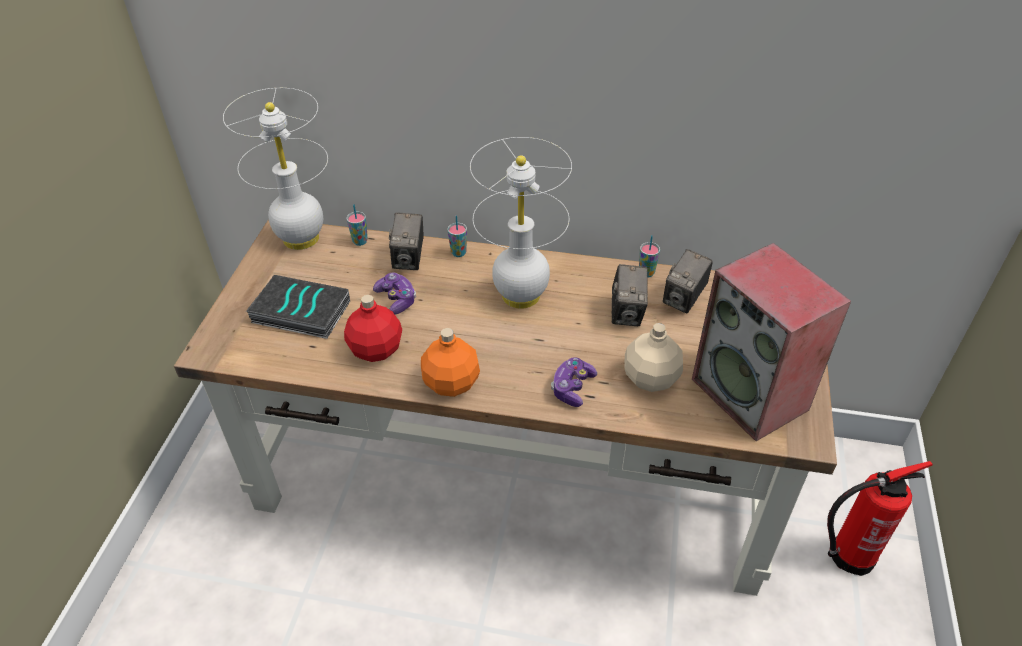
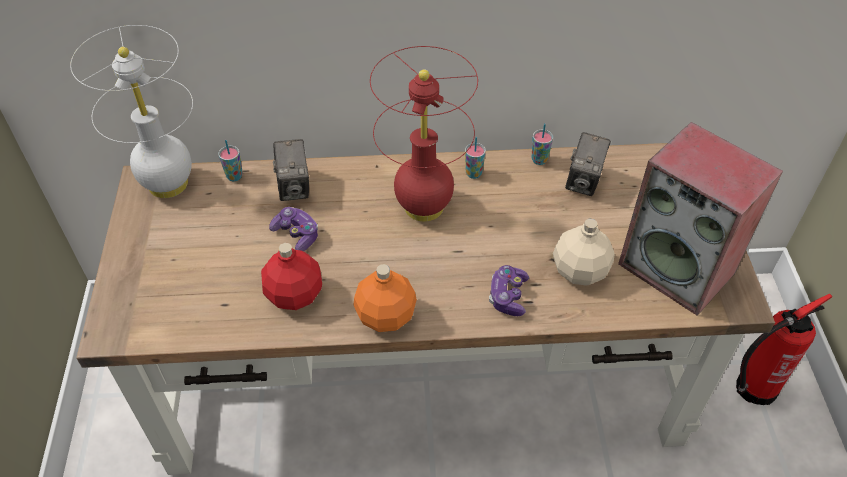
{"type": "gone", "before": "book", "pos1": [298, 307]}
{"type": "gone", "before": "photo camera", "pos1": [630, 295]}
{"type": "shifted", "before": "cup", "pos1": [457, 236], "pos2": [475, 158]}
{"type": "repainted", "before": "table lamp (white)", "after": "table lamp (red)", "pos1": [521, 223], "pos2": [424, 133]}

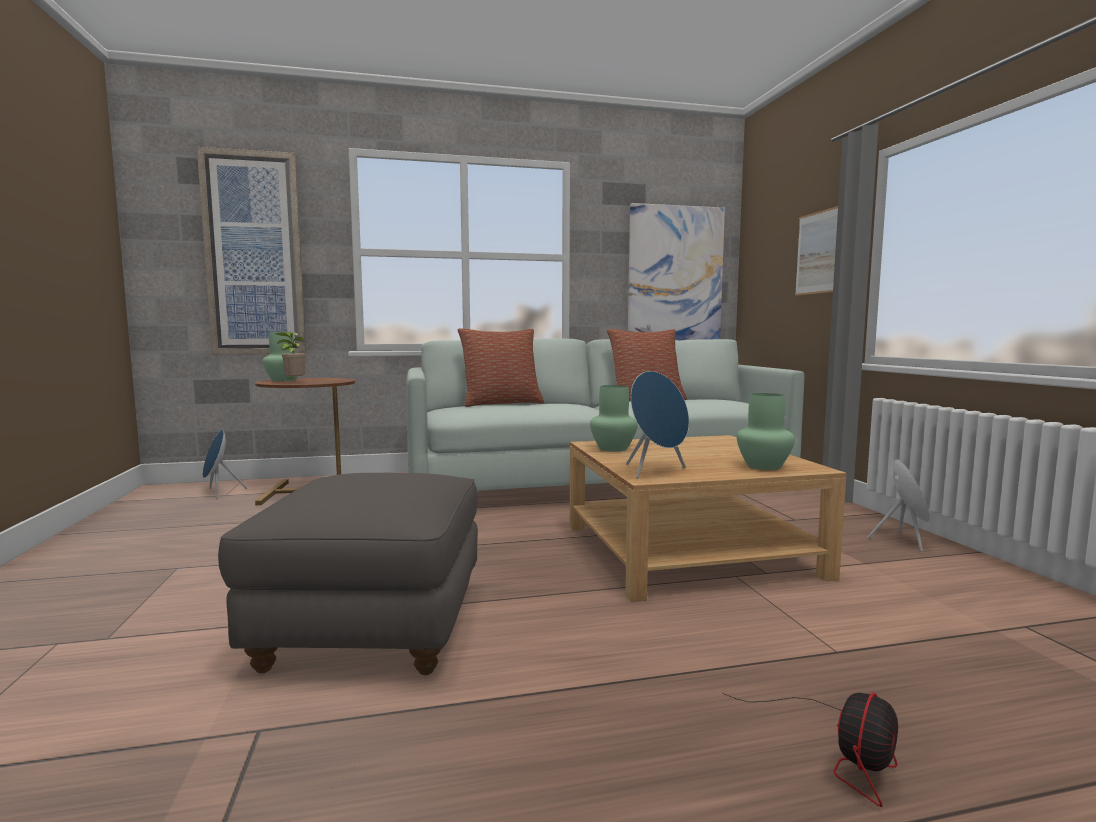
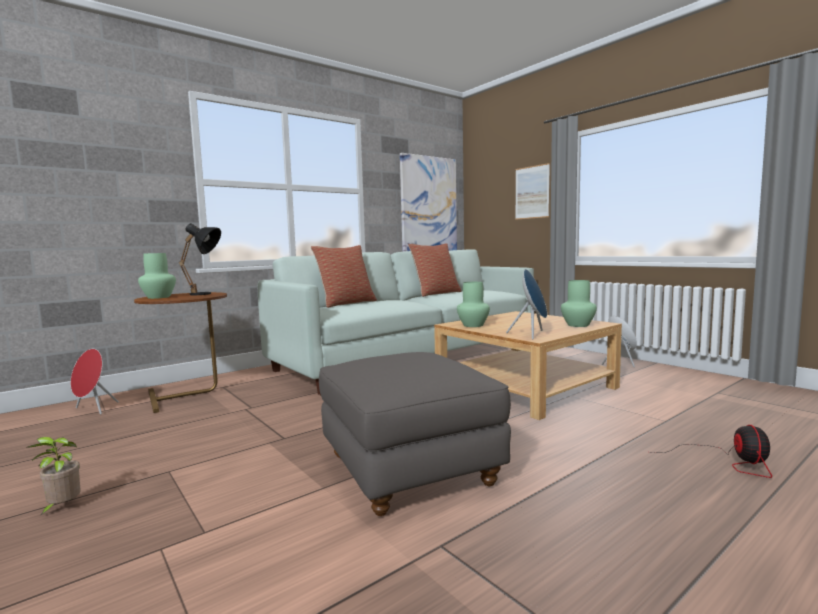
{"type": "gone", "before": "picture", "pos1": [251, 250]}
{"type": "new", "after": "table lamp (black)", "pos2": [200, 259]}
{"type": "shifted", "before": "potted plant", "pos1": [290, 357], "pos2": [53, 477]}
{"type": "repainted", "before": "speaker (blue)", "after": "speaker (red)", "pos1": [224, 464], "pos2": [95, 382]}

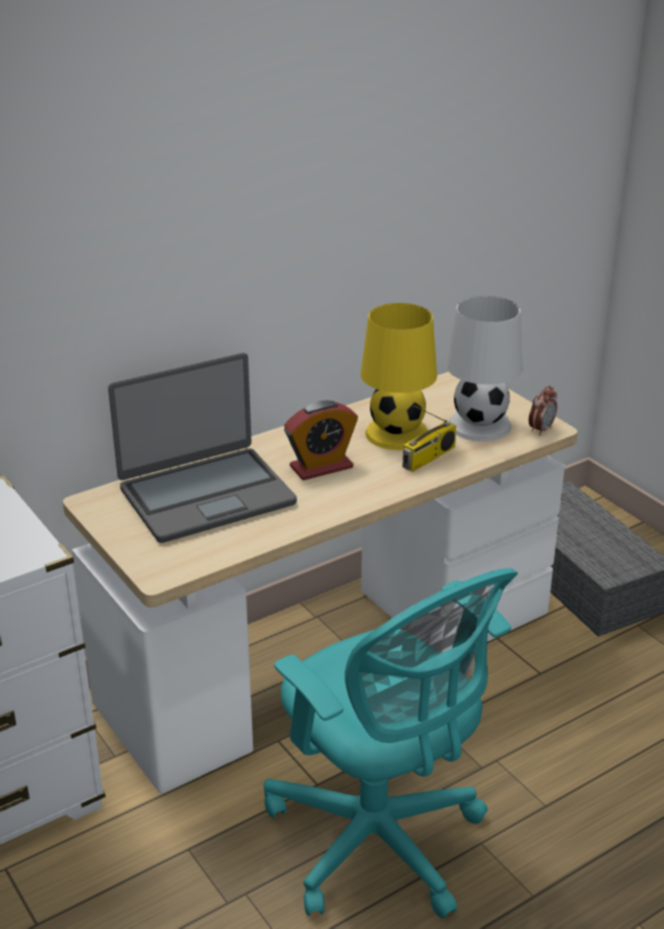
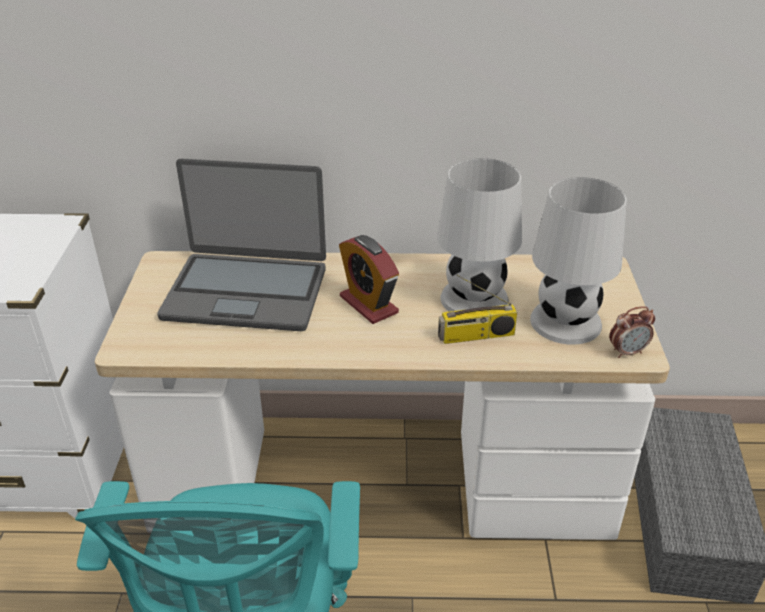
{"type": "repainted", "before": "table lamp (yellow)", "after": "table lamp (white)", "pos1": [398, 376], "pos2": [479, 234]}
{"type": "rotated", "before": "alarm clock", "pos1": [321, 440], "pos2": [369, 279], "turn": 45}

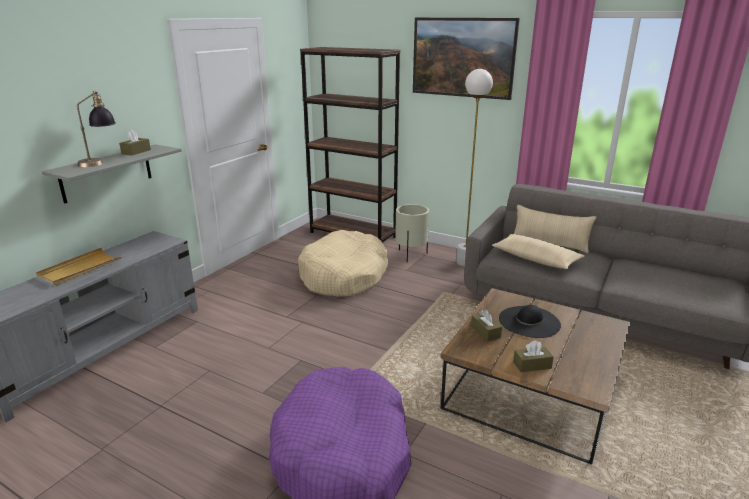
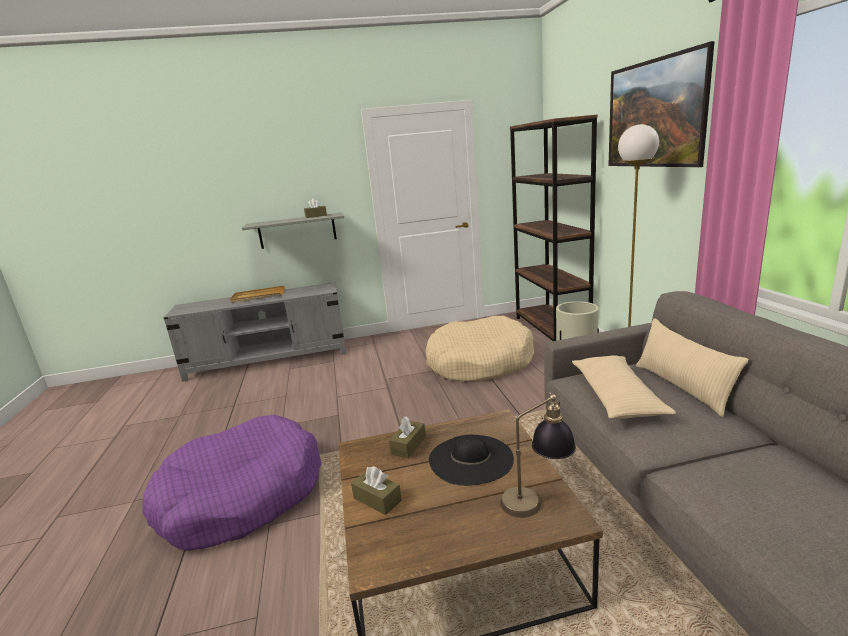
{"type": "shifted", "before": "table lamp", "pos1": [96, 128], "pos2": [538, 455]}

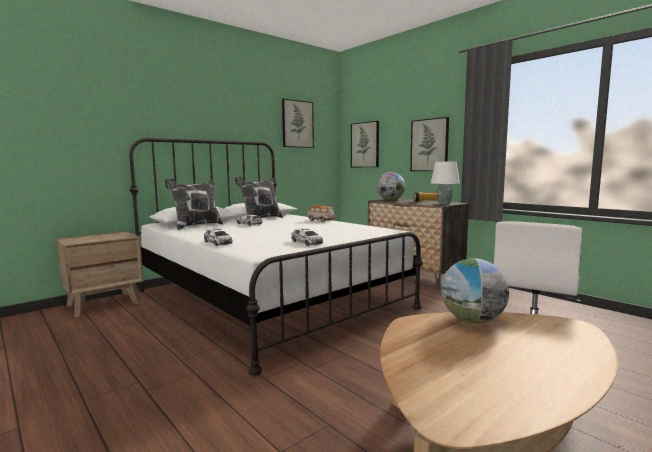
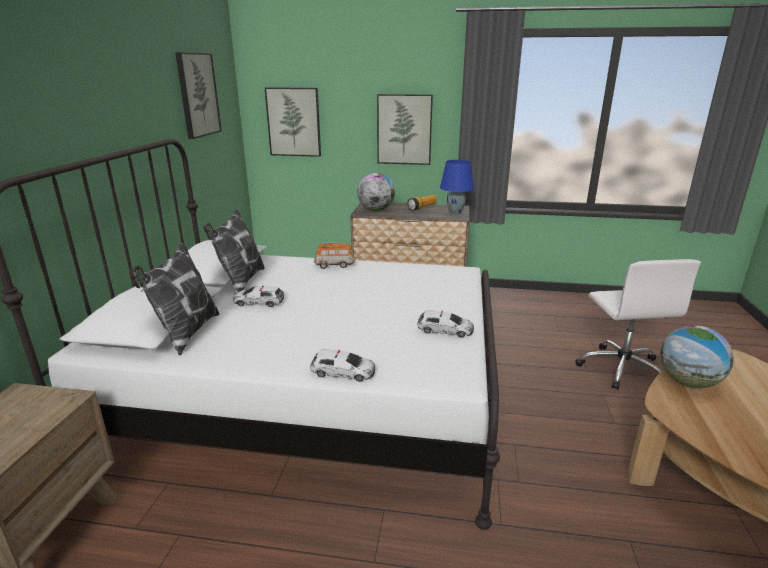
{"type": "repainted", "before": "table lamp (white)", "after": "table lamp (blue)", "pos1": [445, 183], "pos2": [457, 187]}

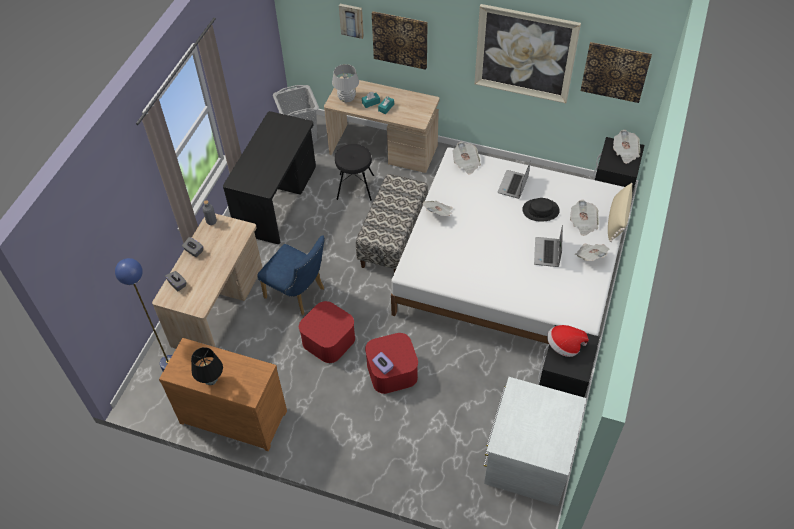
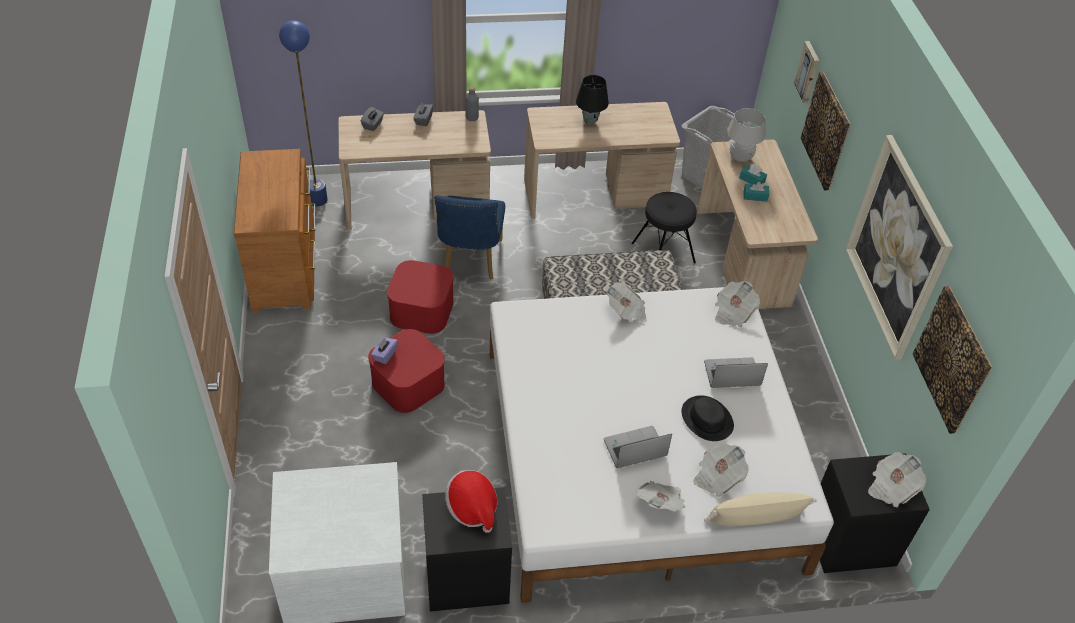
{"type": "shifted", "before": "table lamp (black)", "pos1": [207, 366], "pos2": [592, 100]}
{"type": "repainted", "before": "desk (black)", "after": "desk (beige)", "pos1": [269, 177], "pos2": [602, 160]}

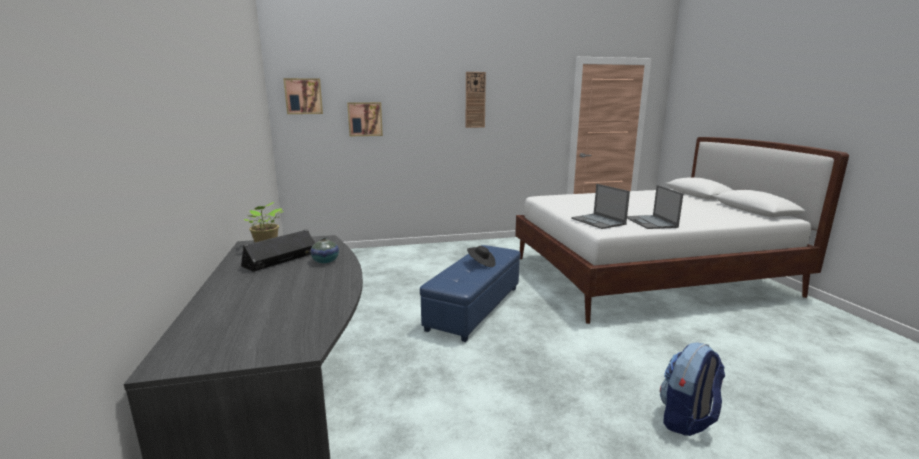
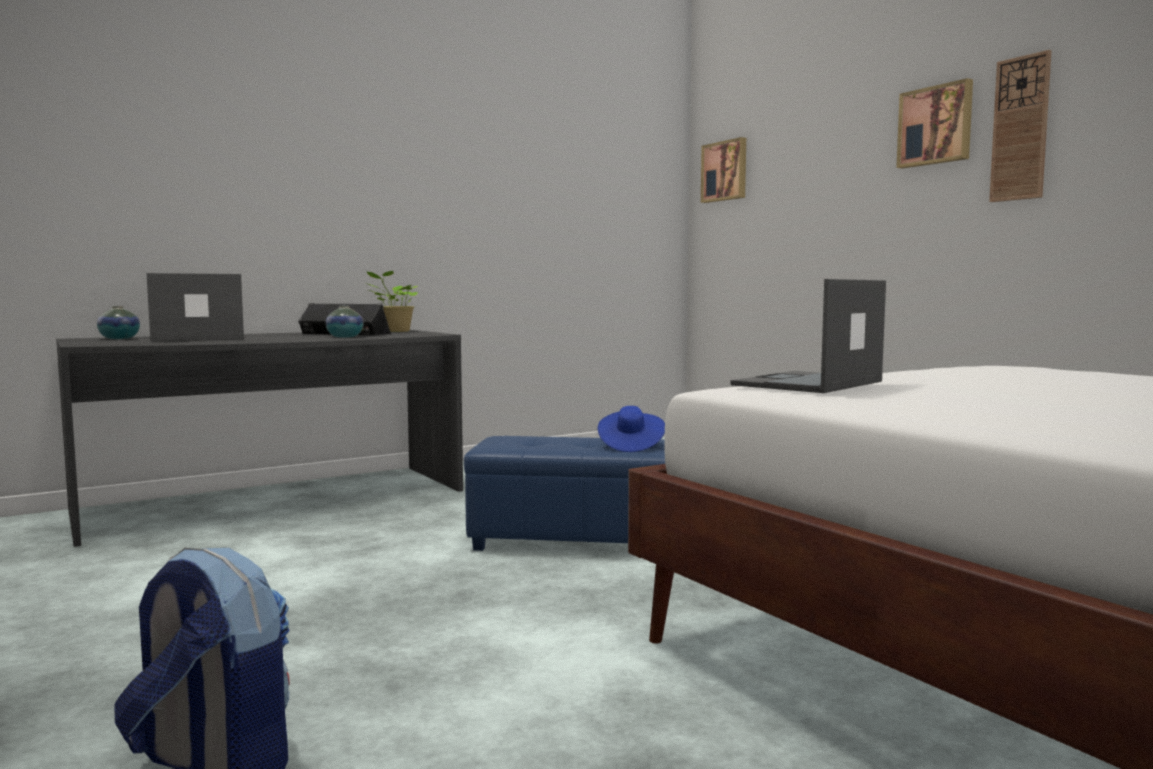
{"type": "new", "after": "vase", "pos2": [118, 322]}
{"type": "shifted", "before": "picture", "pos1": [365, 119], "pos2": [934, 123]}
{"type": "shifted", "before": "laptop", "pos1": [655, 207], "pos2": [195, 307]}
{"type": "repainted", "before": "hat (black)", "after": "hat (blue)", "pos1": [481, 256], "pos2": [631, 429]}

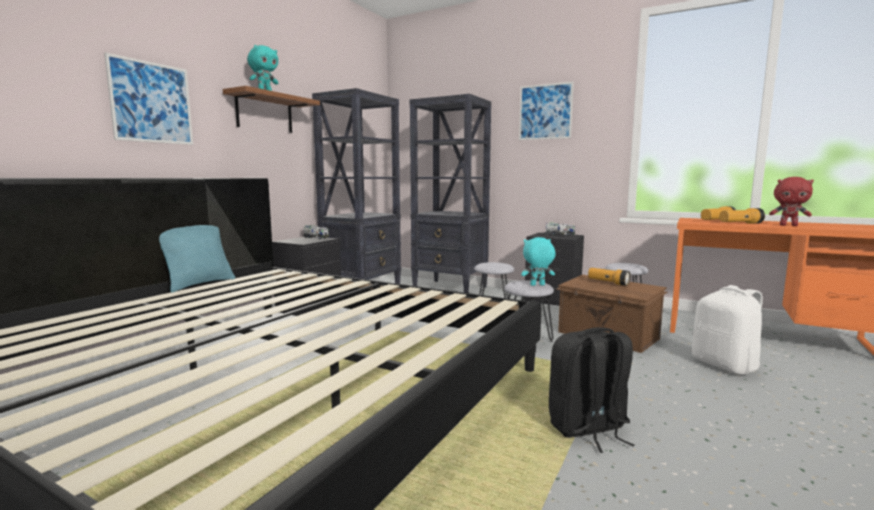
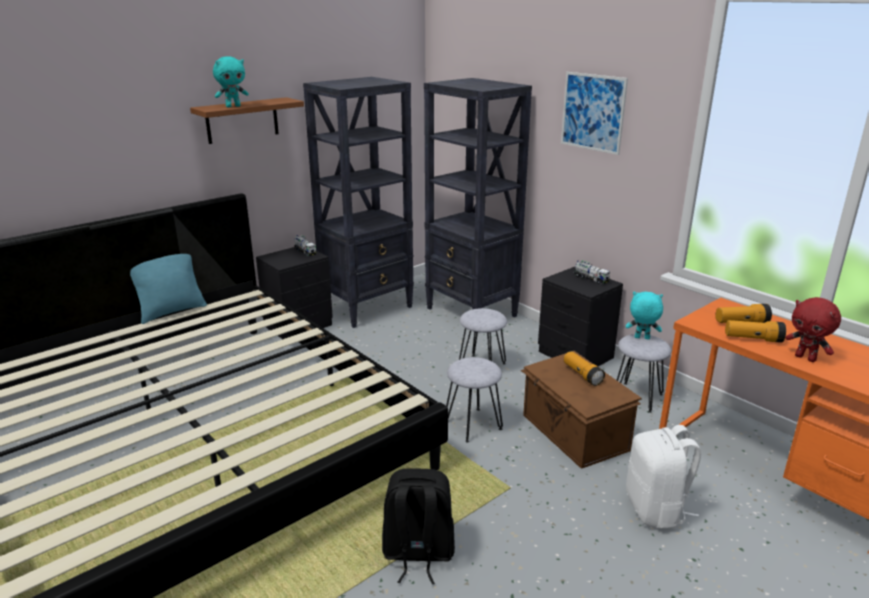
{"type": "gone", "before": "picture", "pos1": [148, 99]}
{"type": "shifted", "before": "plush toy (turquoise)", "pos1": [538, 261], "pos2": [644, 316]}

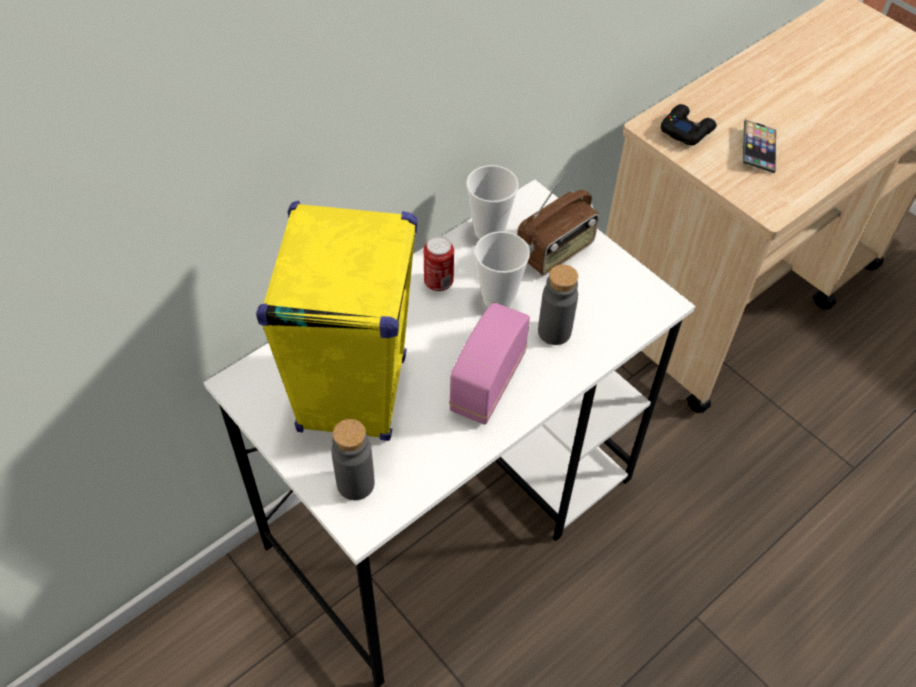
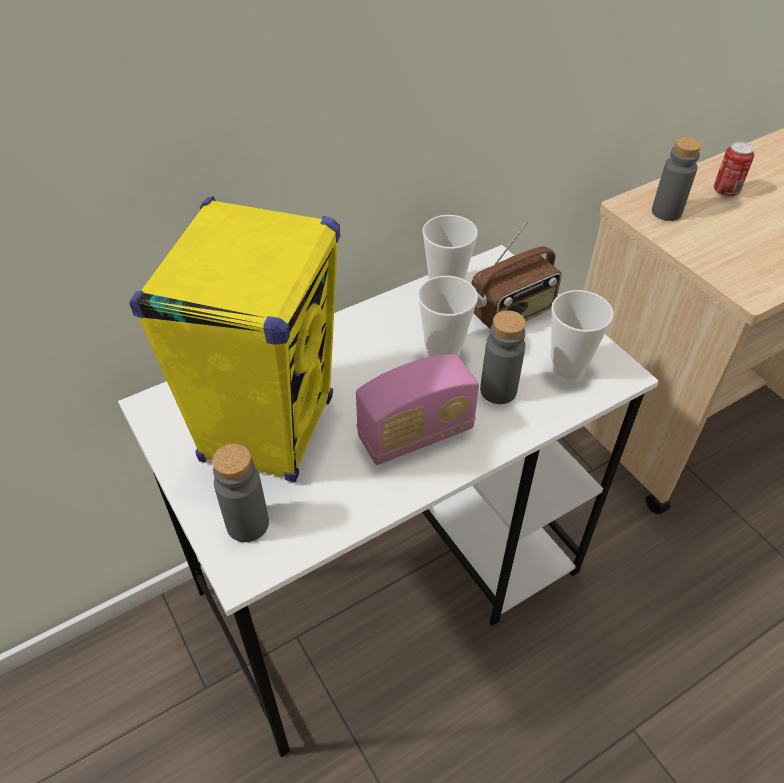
{"type": "gone", "before": "phone", "pos1": [759, 146]}
{"type": "new", "after": "cup", "pos2": [582, 334]}
{"type": "shifted", "before": "can", "pos1": [439, 263], "pos2": [734, 169]}
{"type": "swapped", "before": "game controller (black)", "after": "bottle (grey)", "pos1": [689, 124], "pos2": [677, 179]}
{"type": "rotated", "before": "radio", "pos1": [489, 363], "pos2": [417, 409], "turn": -150}

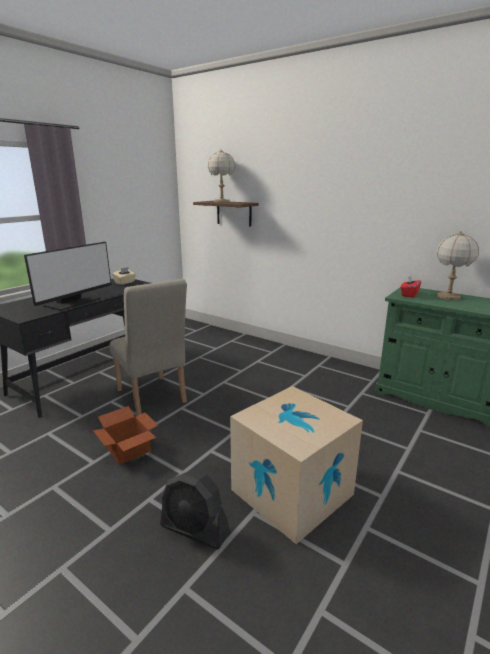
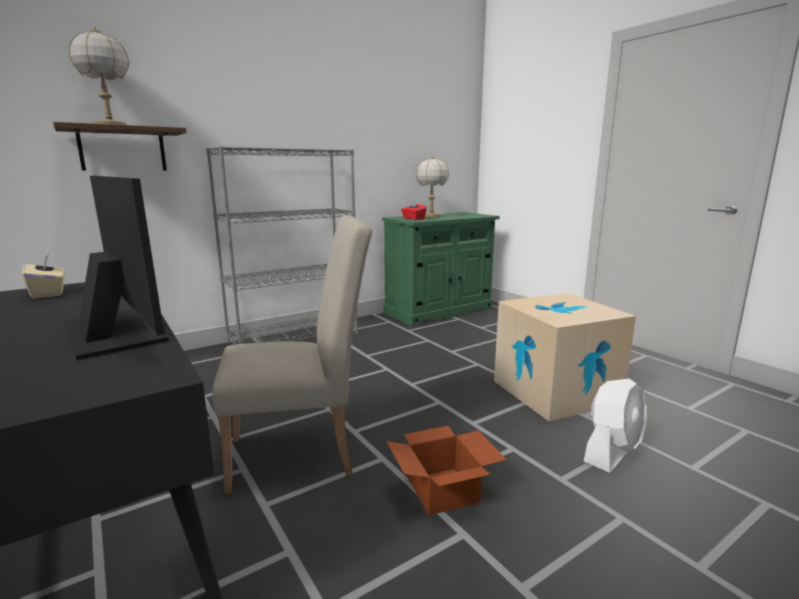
{"type": "new", "after": "bookcase (grey)", "pos2": [282, 245]}
{"type": "repainted", "before": "fan (black)", "after": "fan (white)", "pos1": [195, 510], "pos2": [615, 426]}

